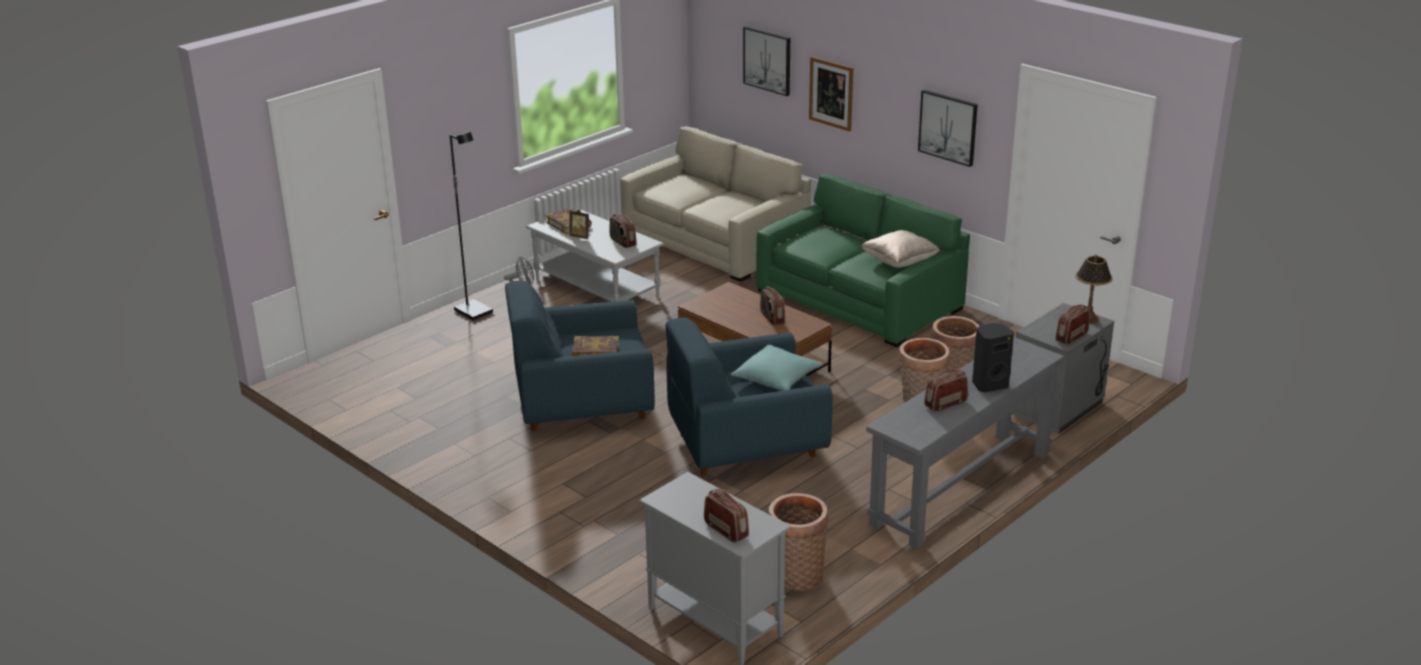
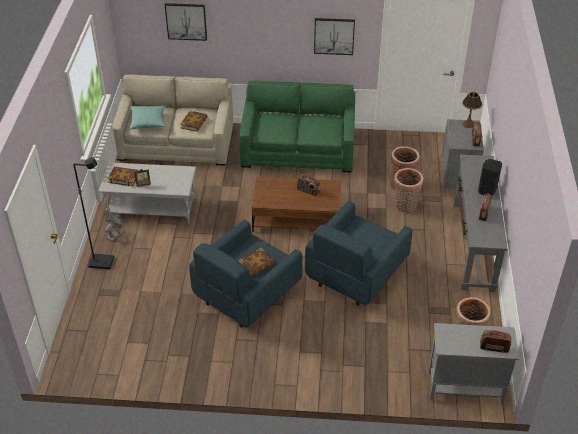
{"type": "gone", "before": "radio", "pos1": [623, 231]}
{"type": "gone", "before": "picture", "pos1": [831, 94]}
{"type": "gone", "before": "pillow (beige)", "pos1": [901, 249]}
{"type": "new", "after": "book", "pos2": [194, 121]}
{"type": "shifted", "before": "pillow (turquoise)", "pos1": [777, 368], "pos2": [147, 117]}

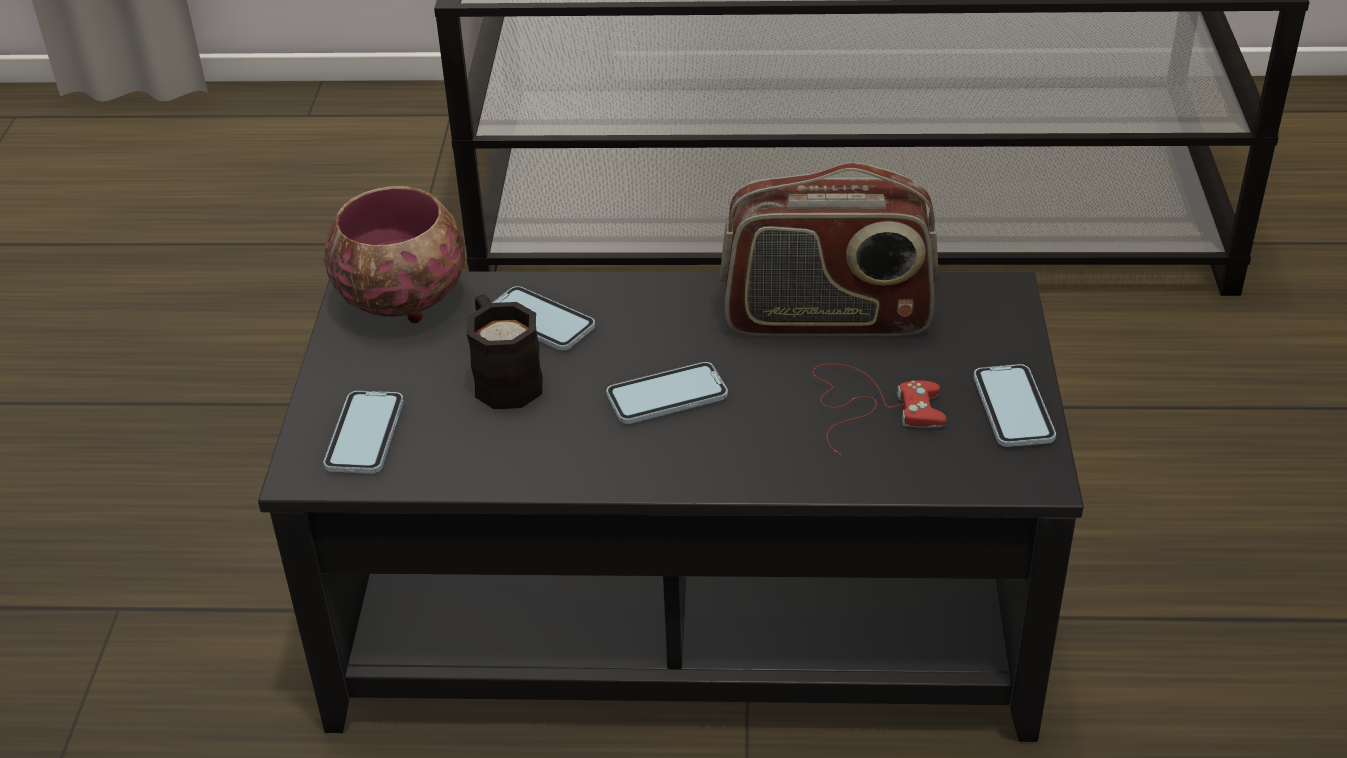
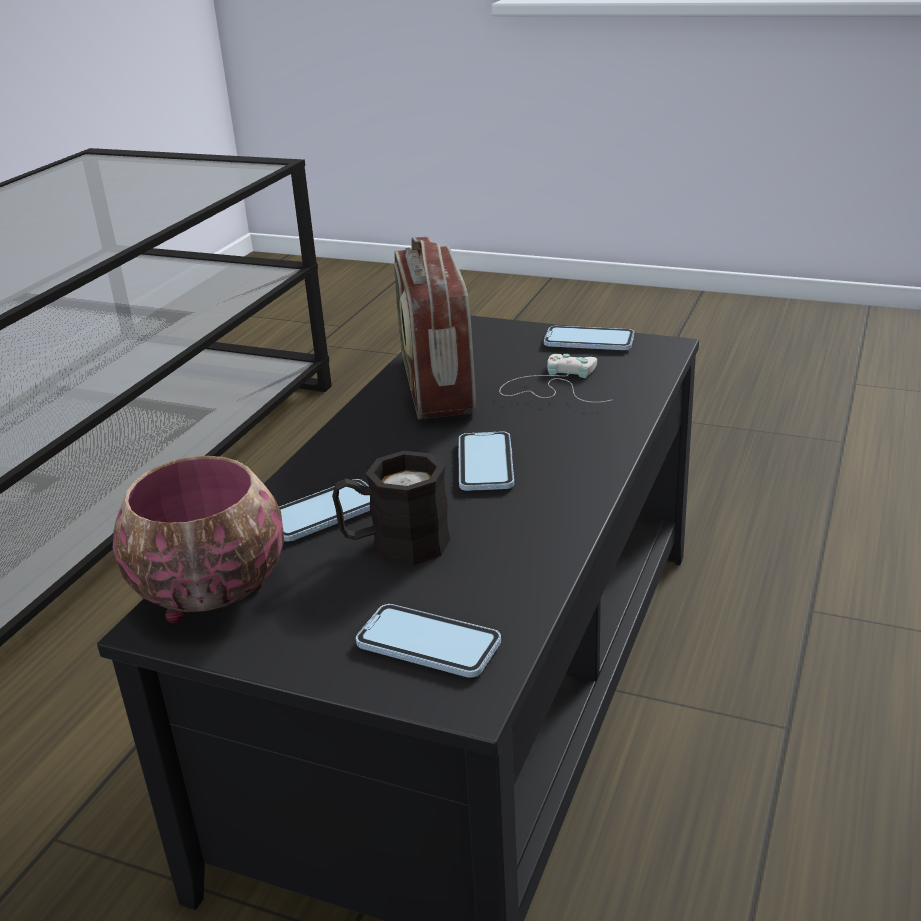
{"type": "repainted", "before": "game controller (red)", "after": "game controller (white)", "pos1": [880, 409], "pos2": [556, 378]}
{"type": "rotated", "before": "radio", "pos1": [829, 249], "pos2": [435, 328], "turn": 150}

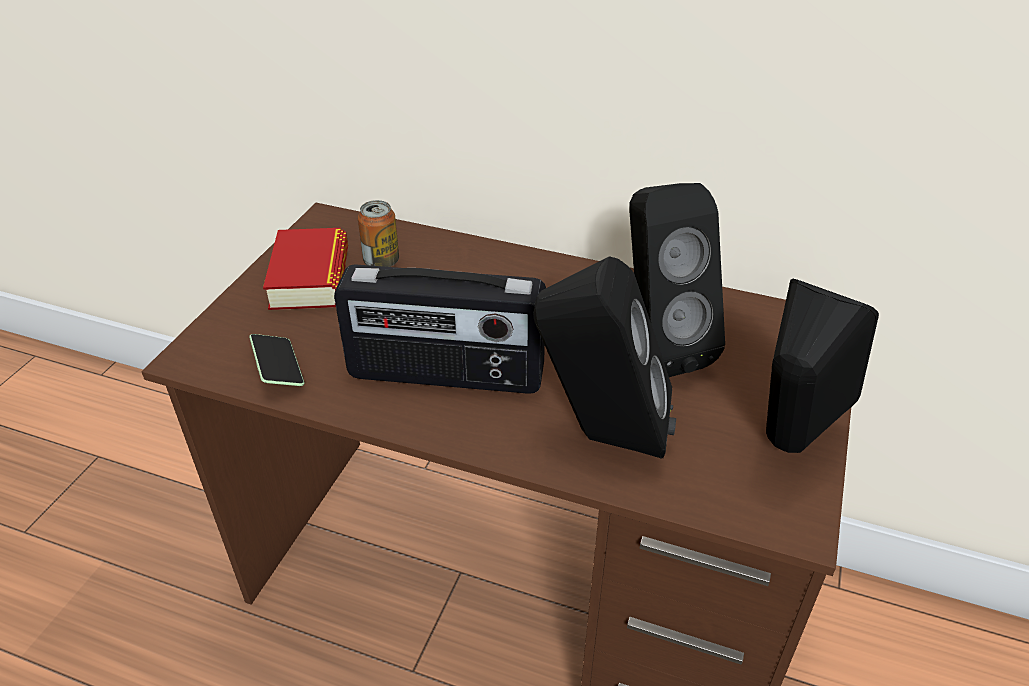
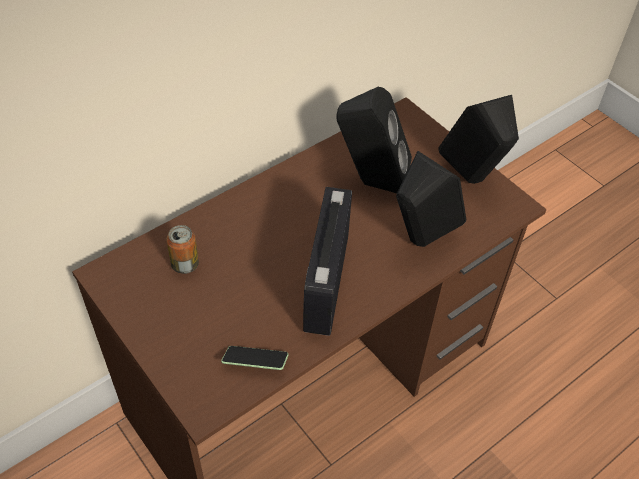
{"type": "gone", "before": "book", "pos1": [305, 269]}
{"type": "rotated", "before": "radio", "pos1": [440, 329], "pos2": [327, 261], "turn": 150}

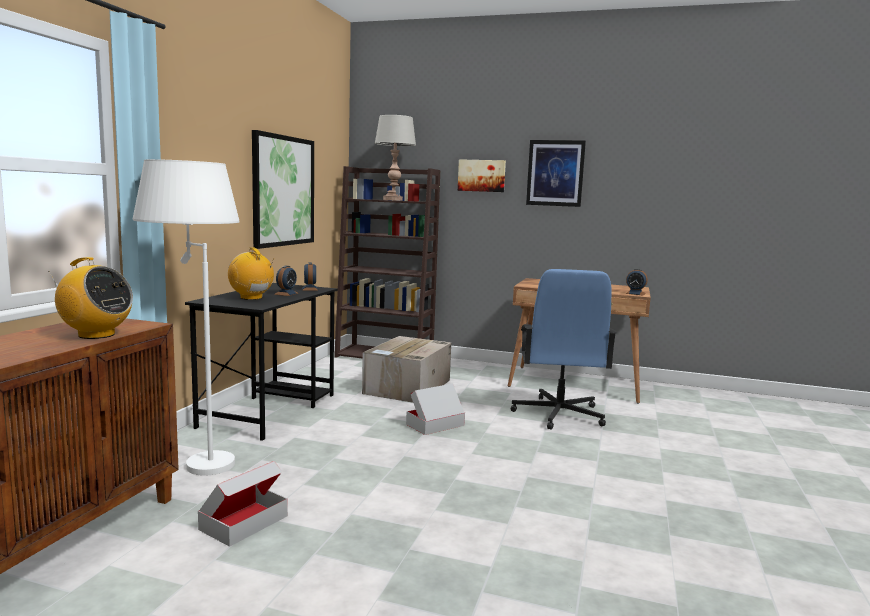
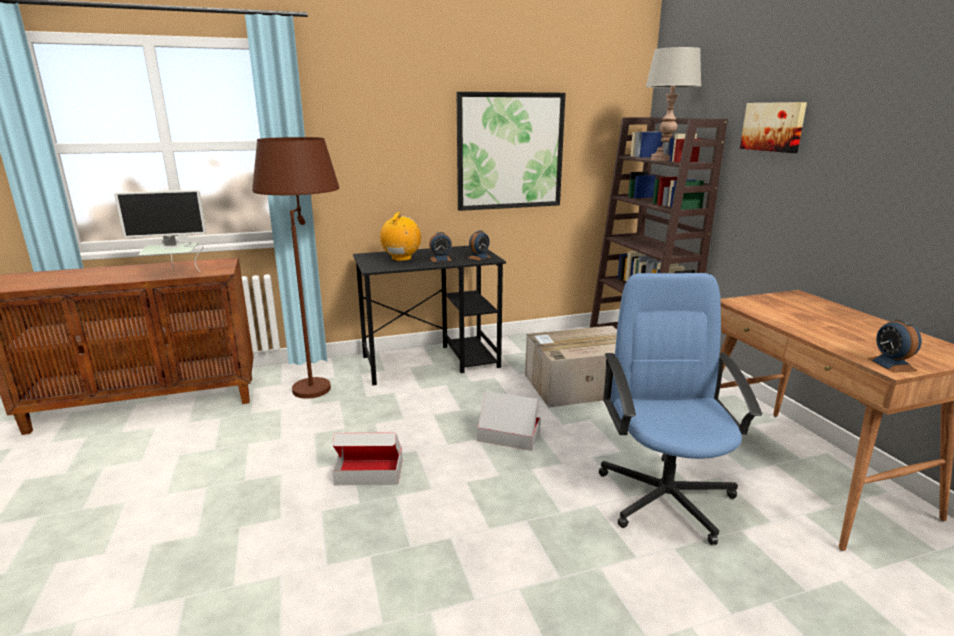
{"type": "gone", "before": "picture", "pos1": [556, 173]}
{"type": "shifted", "before": "cardboard box", "pos1": [243, 504], "pos2": [367, 458]}
{"type": "swapped", "before": "radio", "after": "monitor", "pos1": [90, 298], "pos2": [160, 231]}
{"type": "repainted", "before": "floor lamp (white)", "after": "floor lamp (brown)", "pos1": [186, 317], "pos2": [295, 268]}
{"type": "rotated", "before": "office chair (blue)", "pos1": [563, 349], "pos2": [680, 409], "turn": 120}

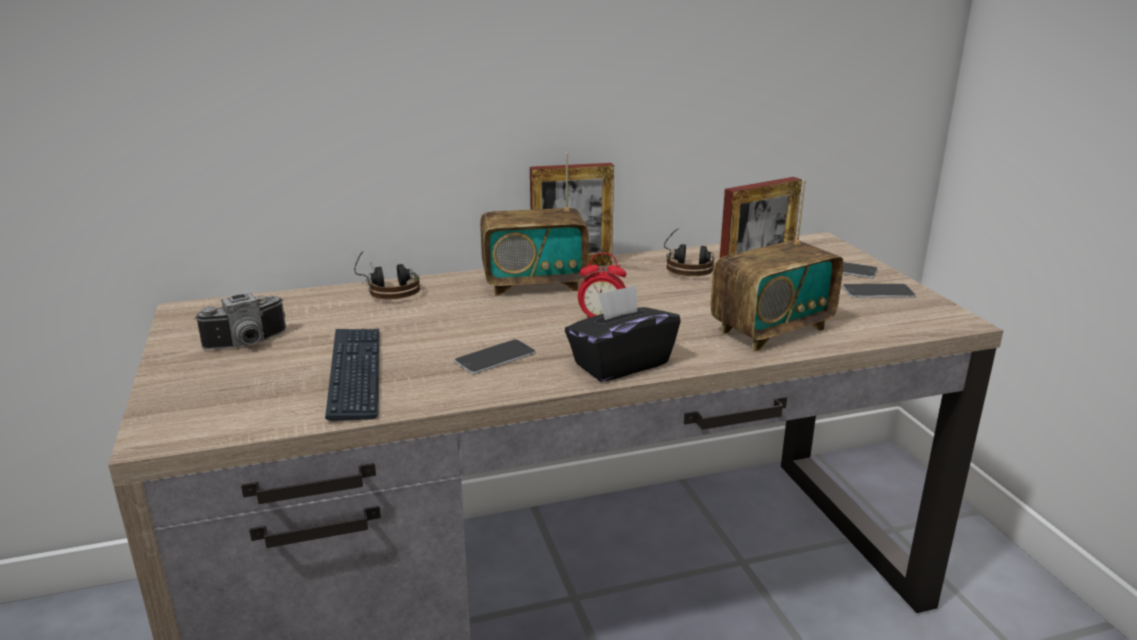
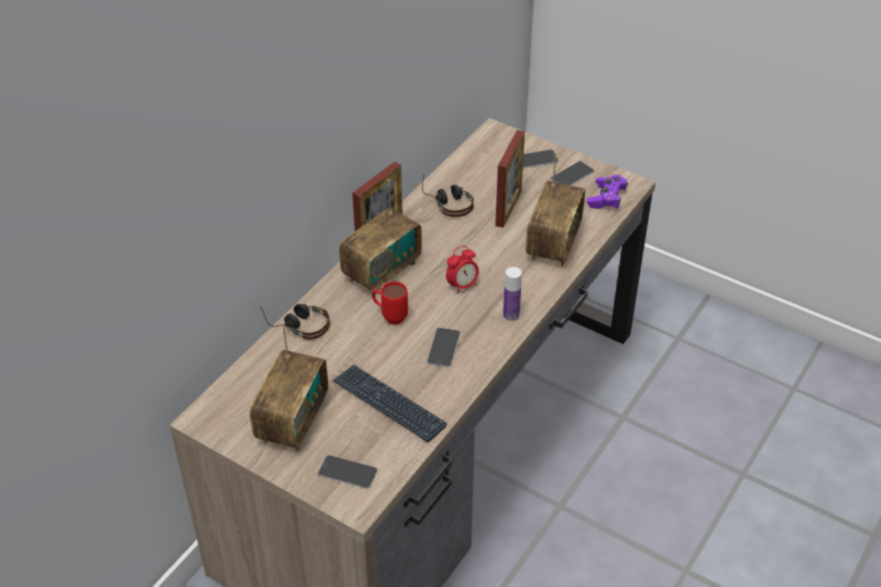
{"type": "new", "after": "phone", "pos2": [348, 472]}
{"type": "new", "after": "mug (red)", "pos2": [390, 303]}
{"type": "new", "after": "game controller (purple)", "pos2": [607, 192]}
{"type": "swapped", "before": "photo camera", "after": "radio", "pos1": [240, 321], "pos2": [289, 387]}
{"type": "swapped", "before": "tissue box (black)", "after": "bottle", "pos1": [623, 333], "pos2": [512, 294]}

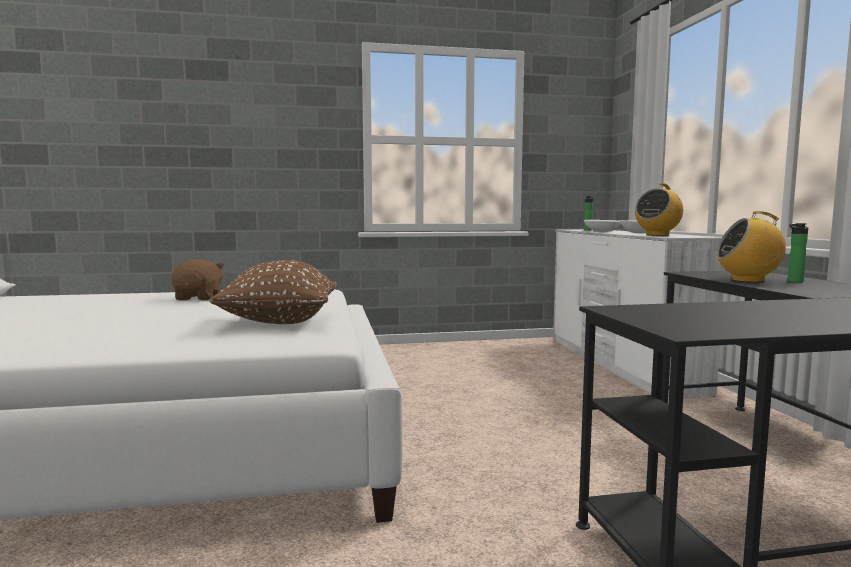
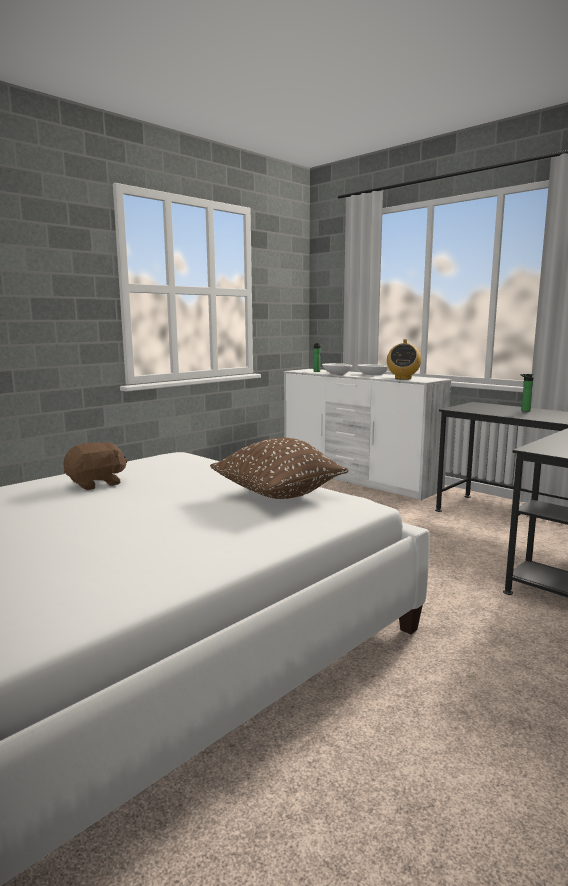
{"type": "gone", "before": "radio", "pos1": [751, 247]}
{"type": "rotated", "before": "plush toy (brown)", "pos1": [198, 279], "pos2": [95, 466], "turn": 90}

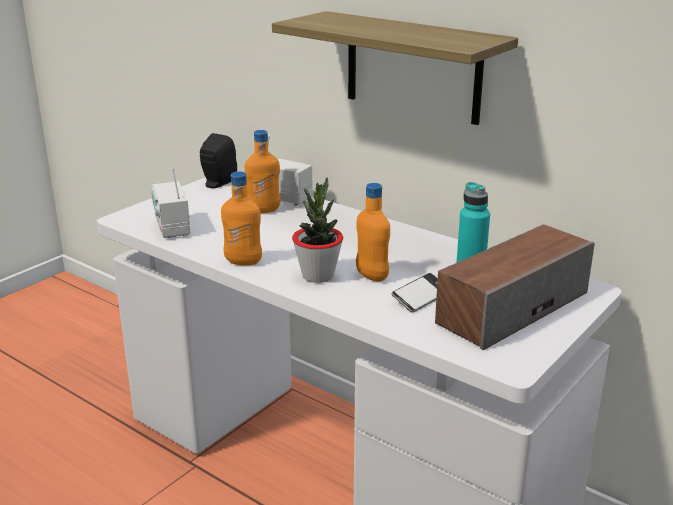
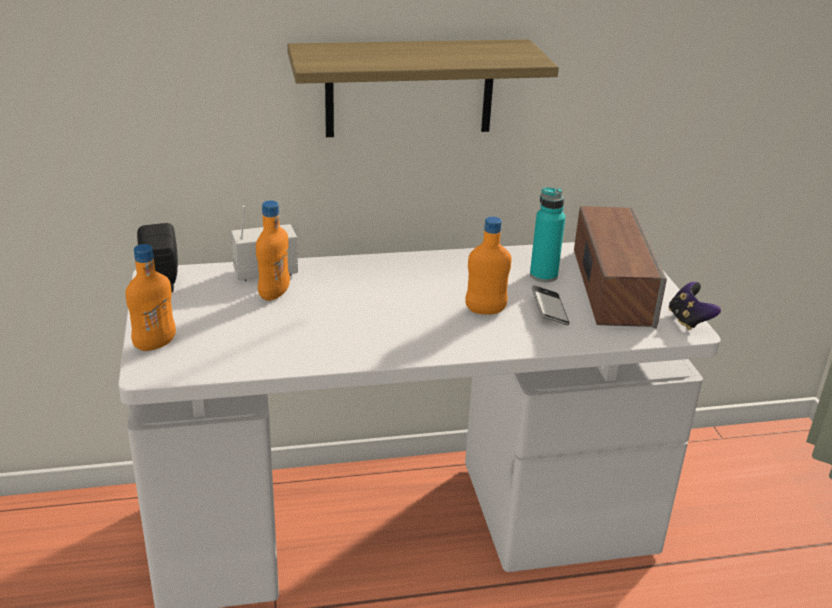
{"type": "gone", "before": "radio", "pos1": [170, 203]}
{"type": "gone", "before": "potted plant", "pos1": [317, 230]}
{"type": "new", "after": "game controller", "pos2": [695, 306]}
{"type": "shifted", "before": "bottle (orange)", "pos1": [241, 218], "pos2": [150, 297]}

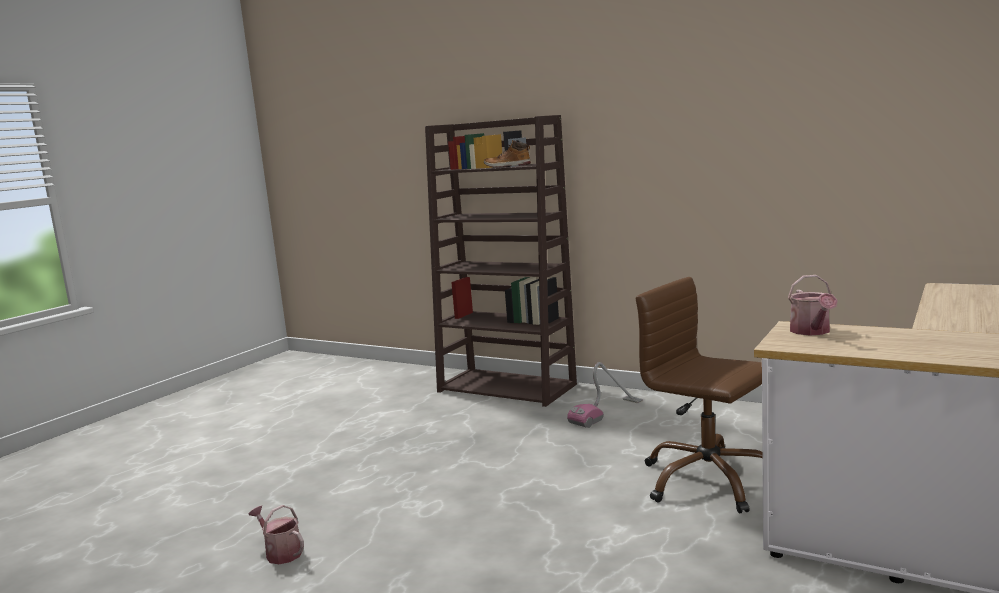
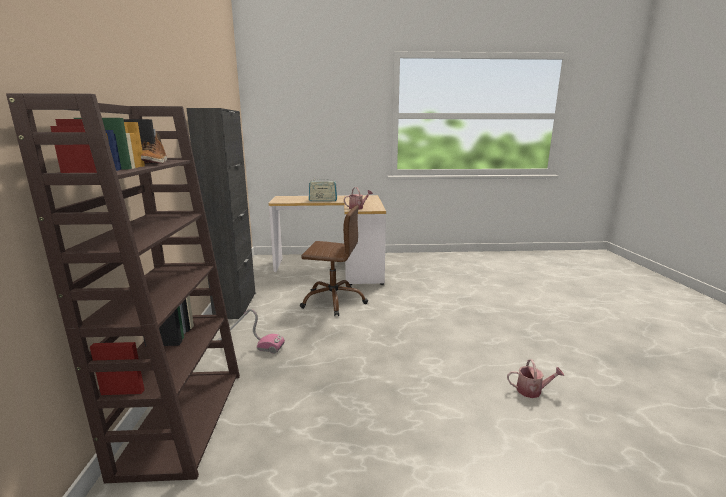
{"type": "new", "after": "cabinet (black)", "pos2": [220, 213]}
{"type": "new", "after": "radio", "pos2": [323, 190]}
{"type": "rotated", "before": "watering can", "pos1": [276, 534], "pos2": [535, 378], "turn": -90}
{"type": "rotated", "before": "office chair (brown)", "pos1": [699, 395], "pos2": [334, 260], "turn": -90}

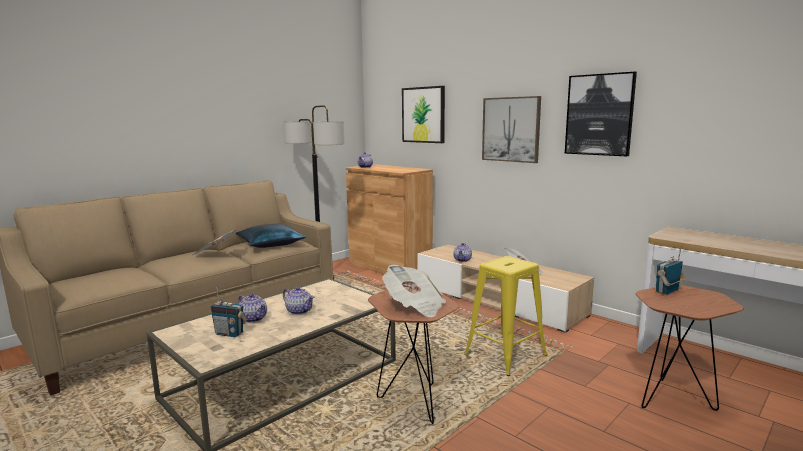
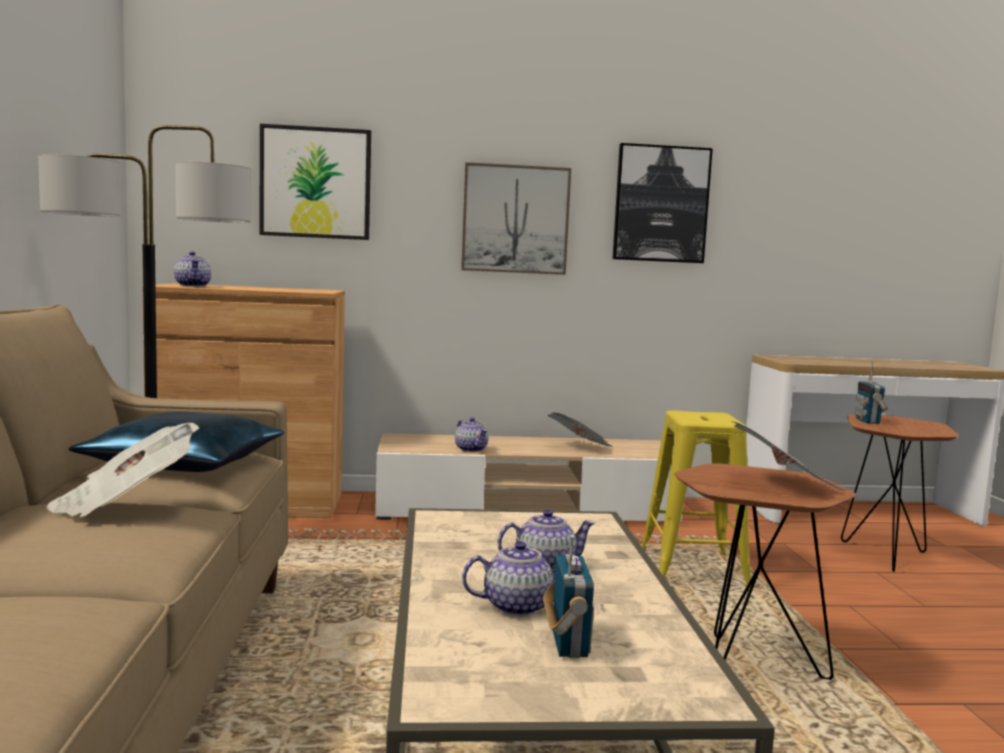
{"type": "rotated", "before": "radio", "pos1": [228, 312], "pos2": [568, 596], "turn": -60}

